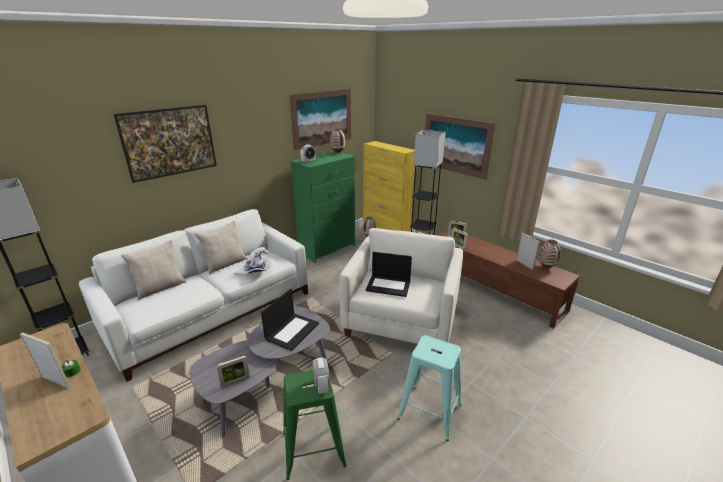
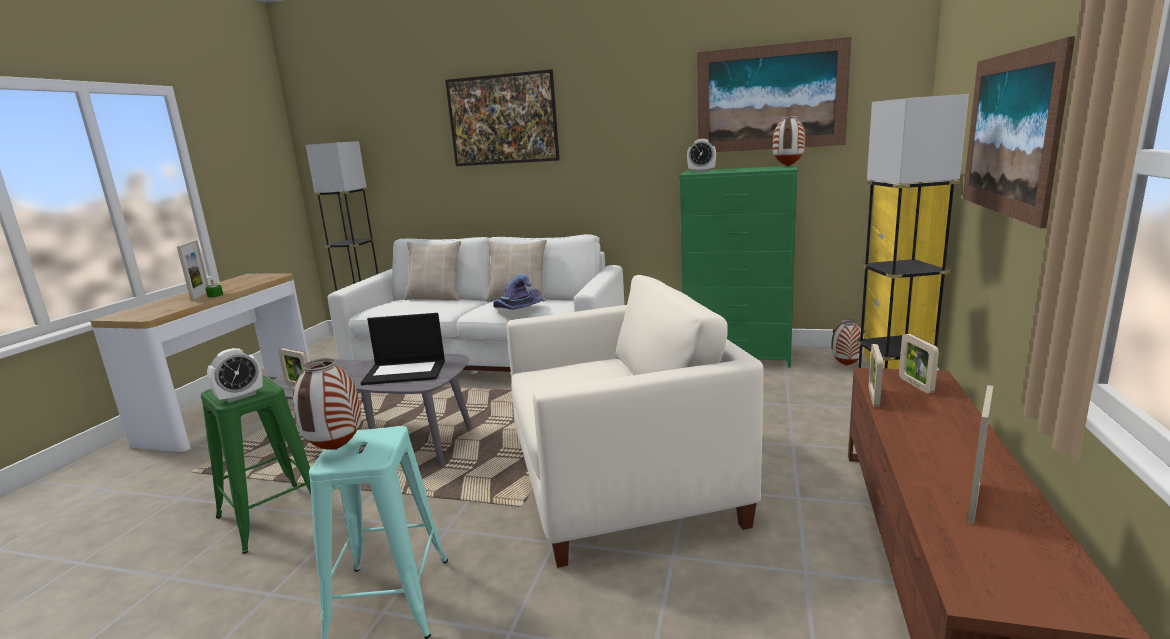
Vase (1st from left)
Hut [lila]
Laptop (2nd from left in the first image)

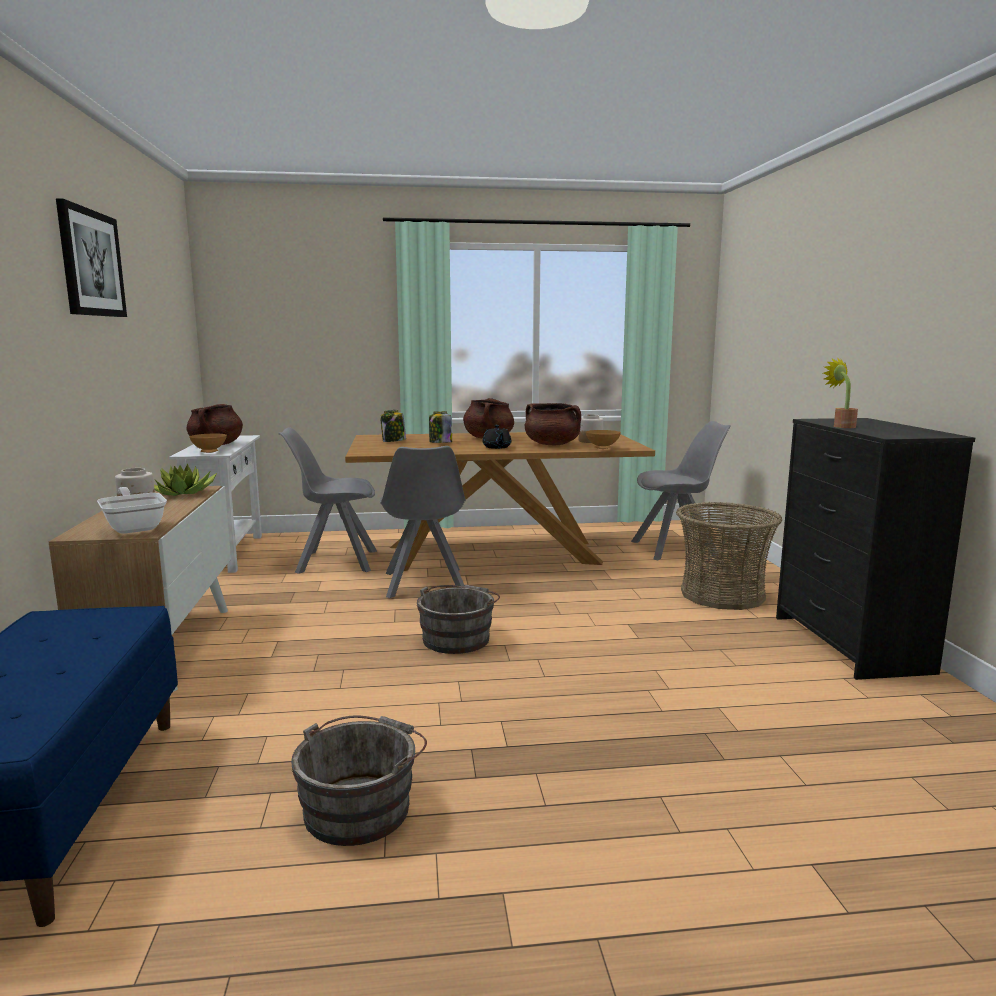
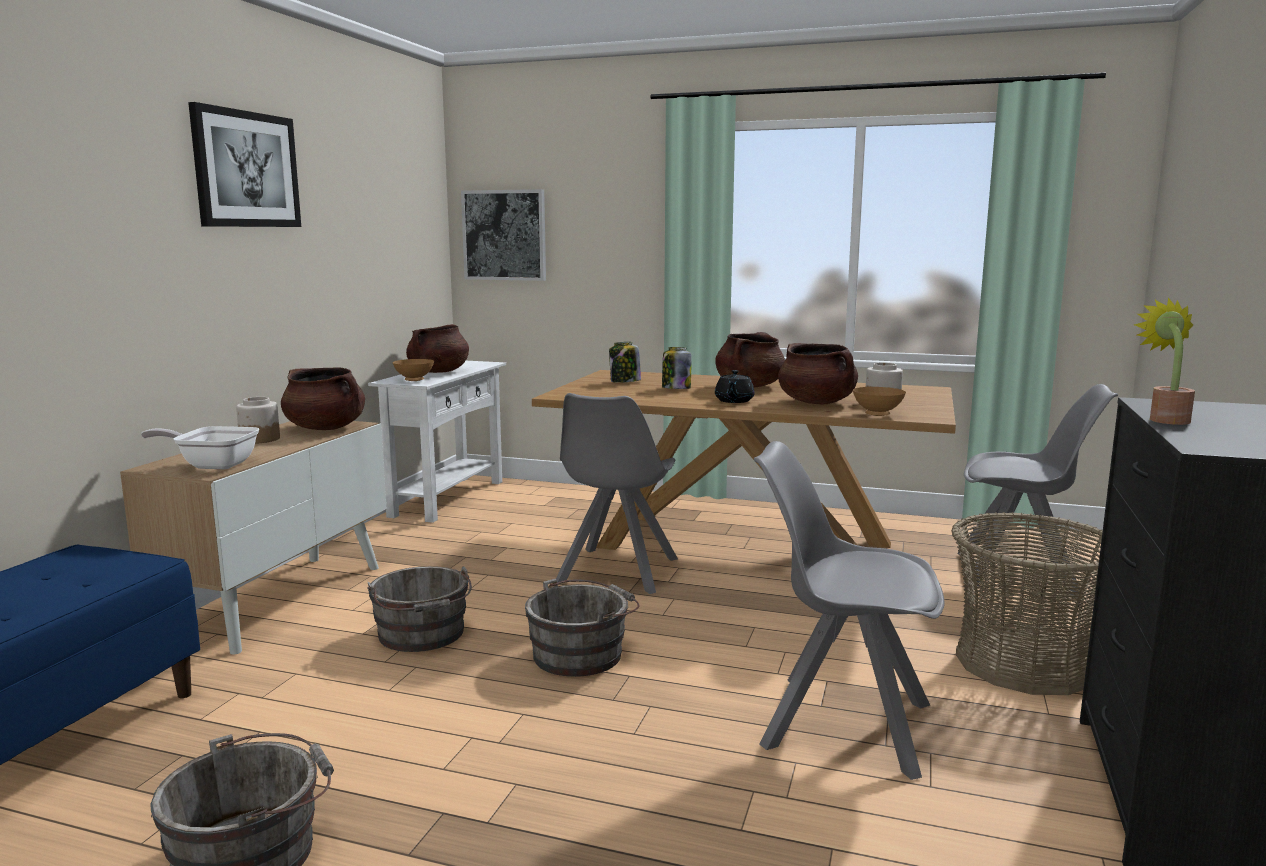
Stuhl [grau] (2nd from left)
Kochtopf [braun] (1st from left)
Pfanne
Bild (2nd from left)
Eimer [grau] (2nd from left)

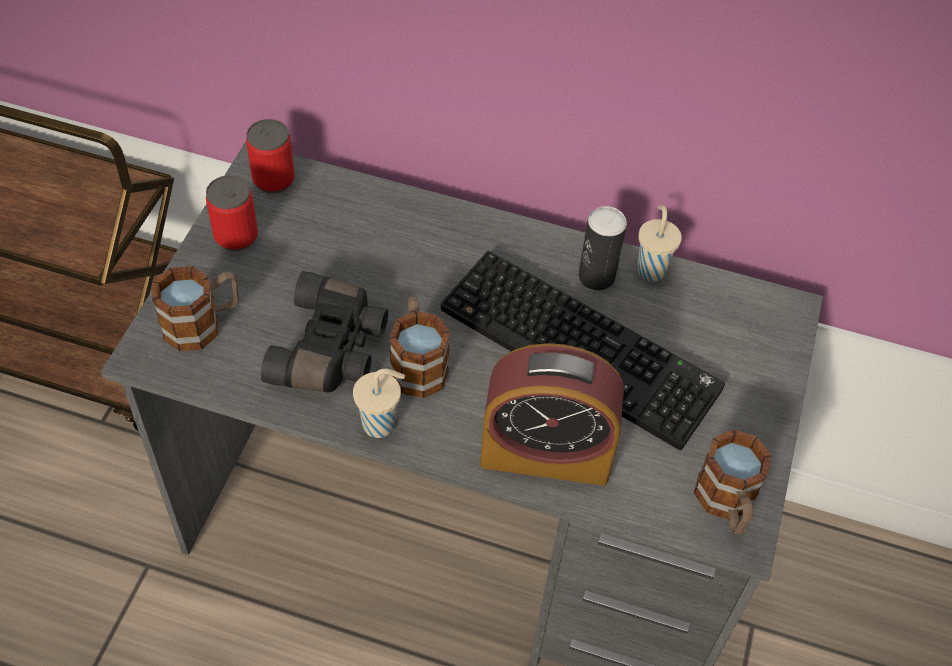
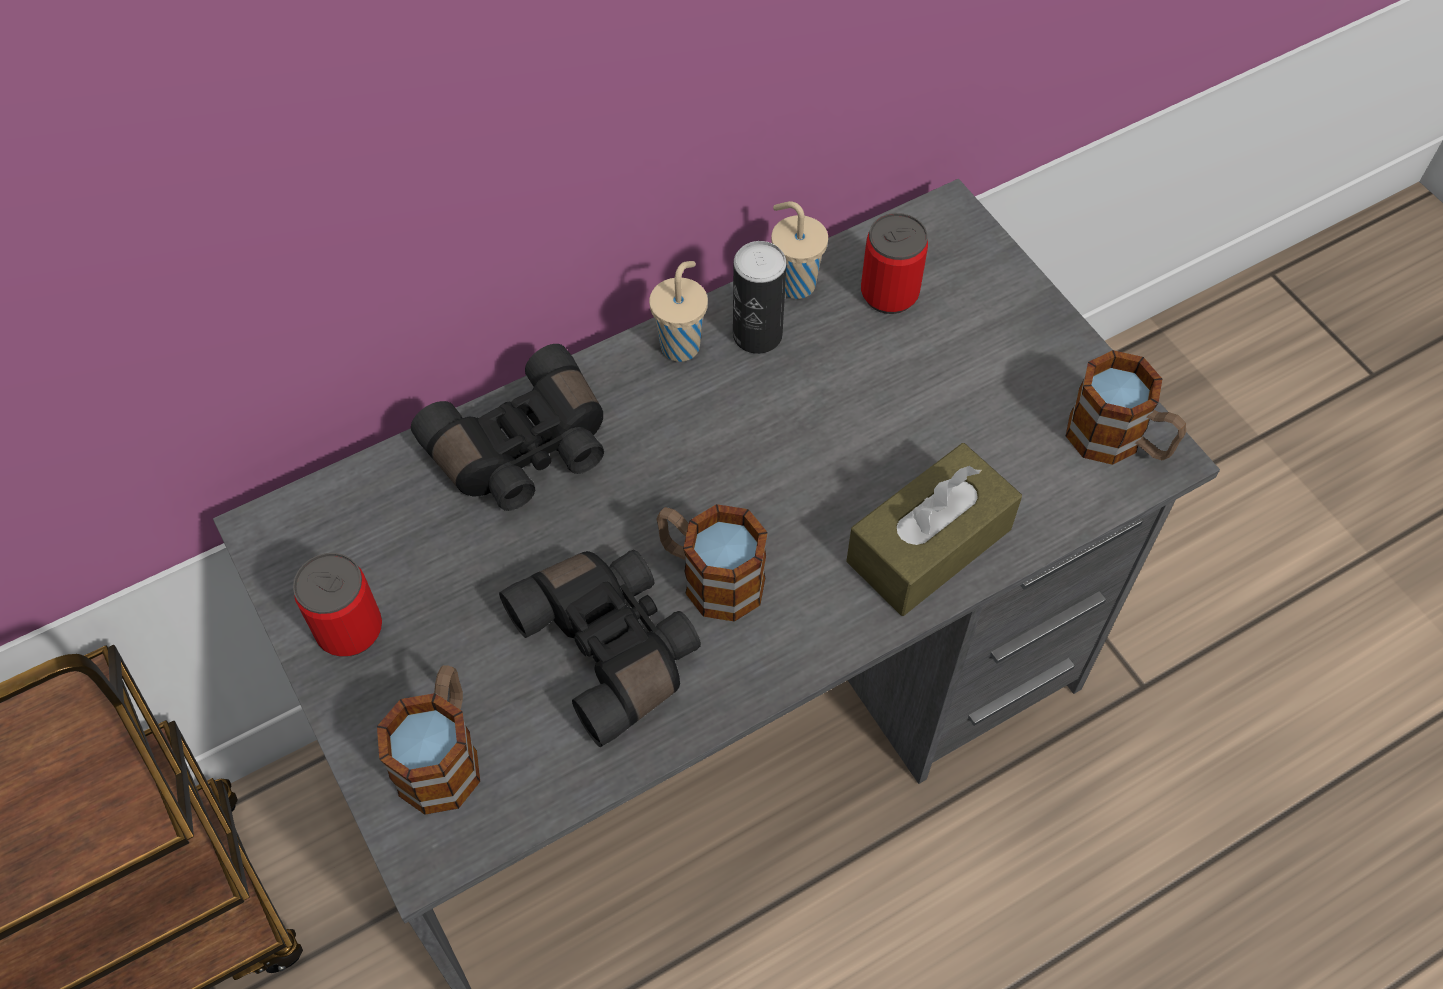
Dose (3rd from left)
Tastatur
Taschentuchbox [braun]
Tasse [beige] (1st from left)
Fernglas [schwarz] (1st from left)

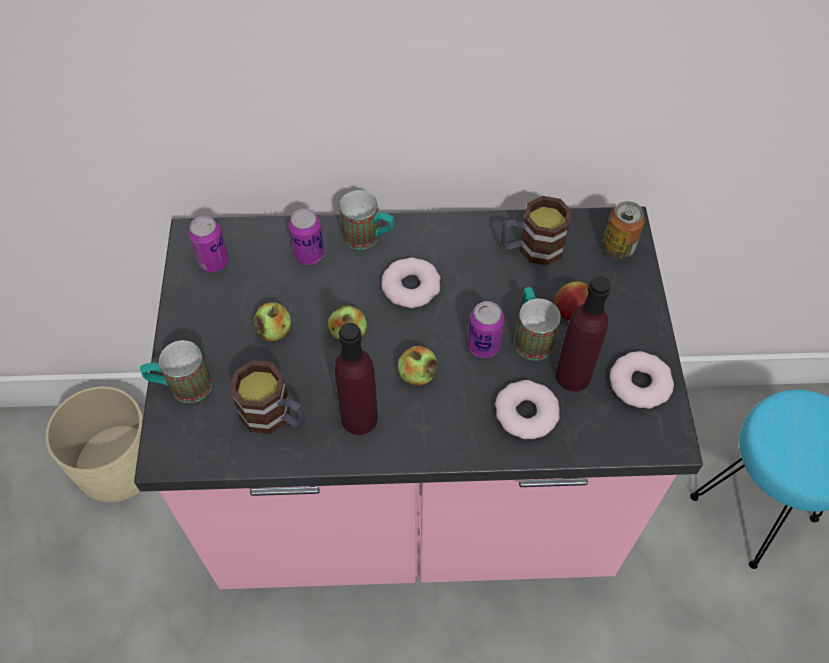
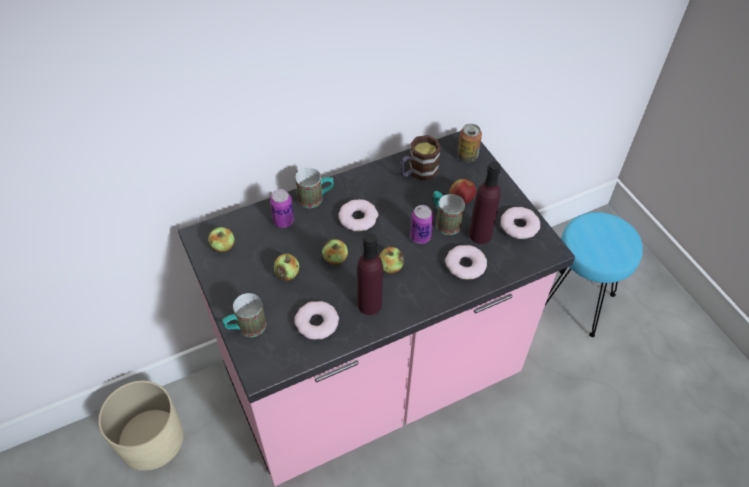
Apfel (1st from left)
Donut (1st from left)

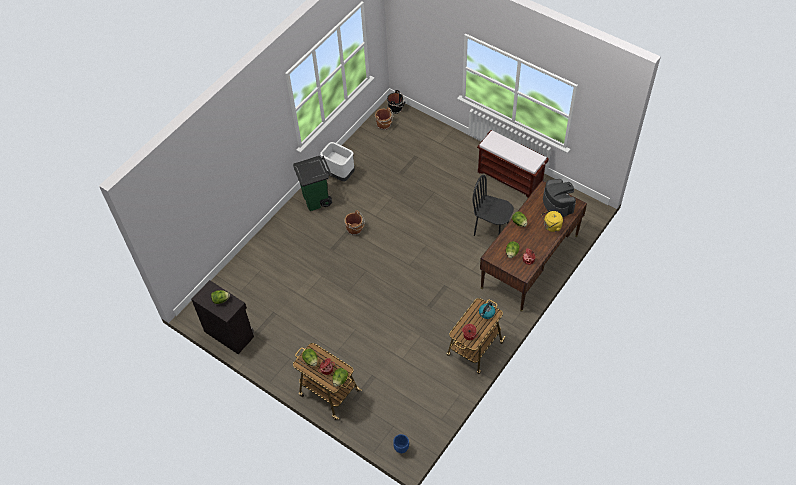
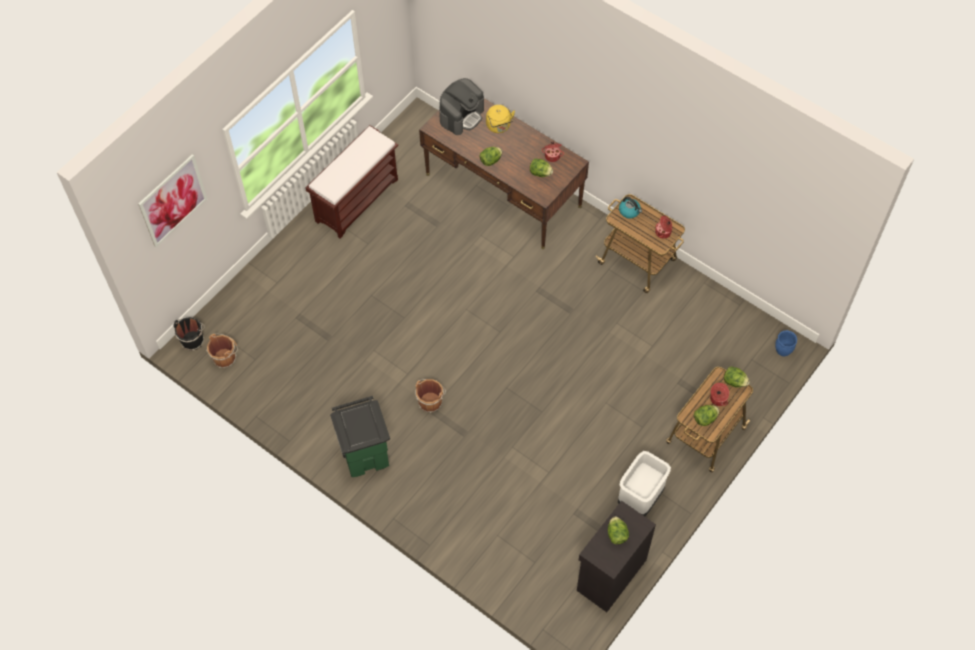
Mülleimer [weiß]
Stuhl [schwarz]
Kaffeemaschine
Bild

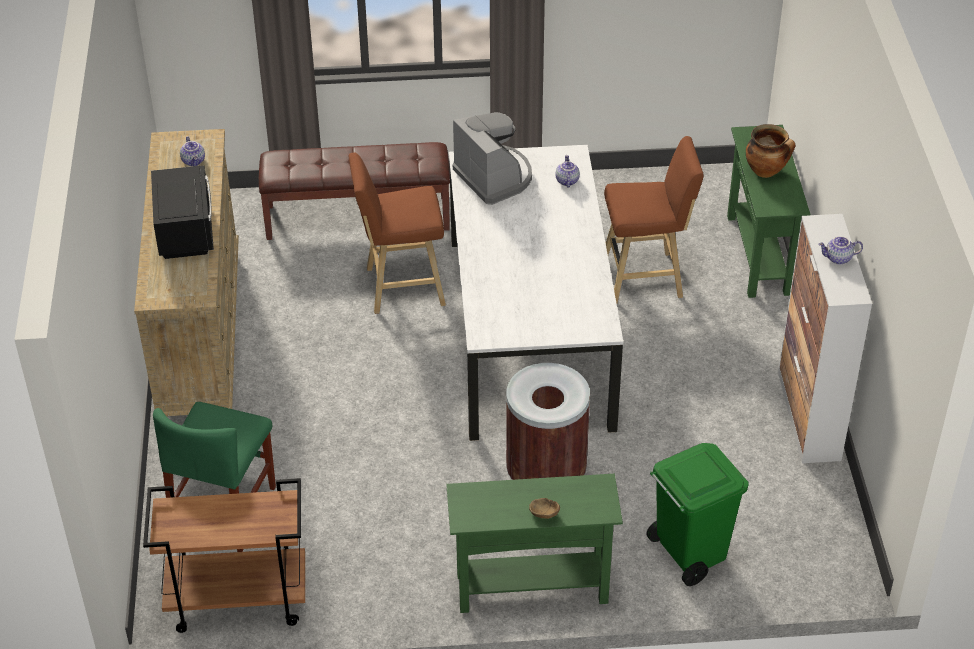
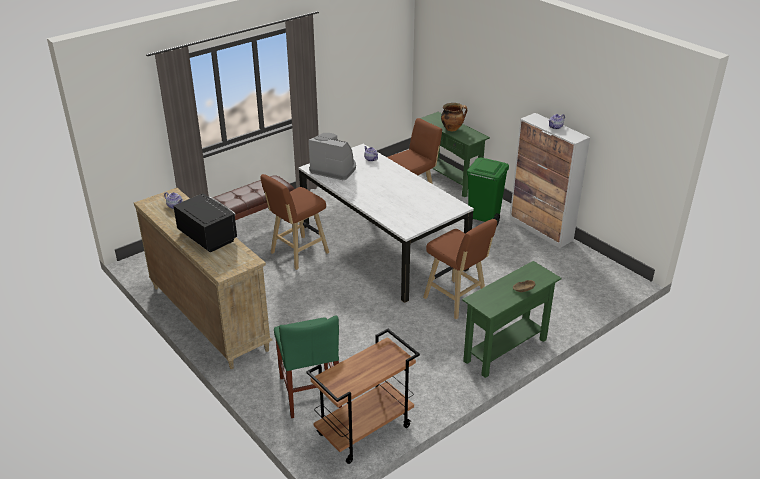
Hocker [braun] (3rd from left)
Mülleimer [grün]

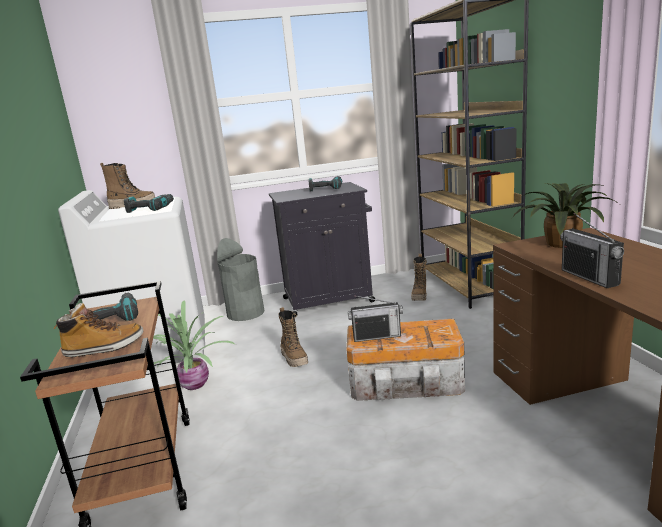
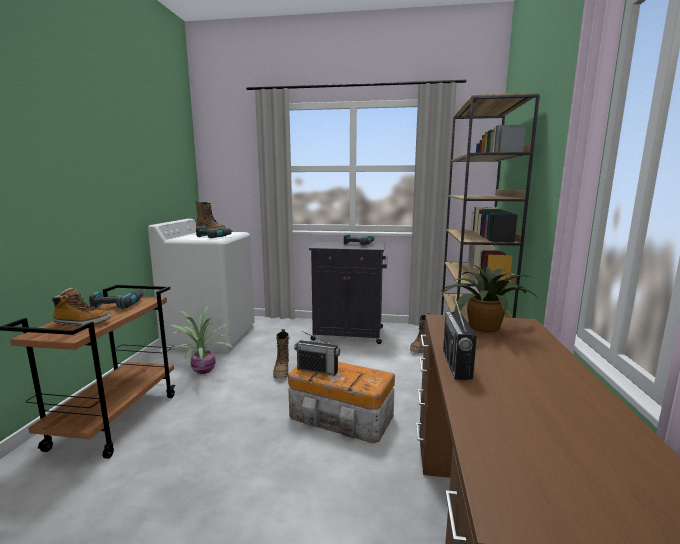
Mülleimer [grau]

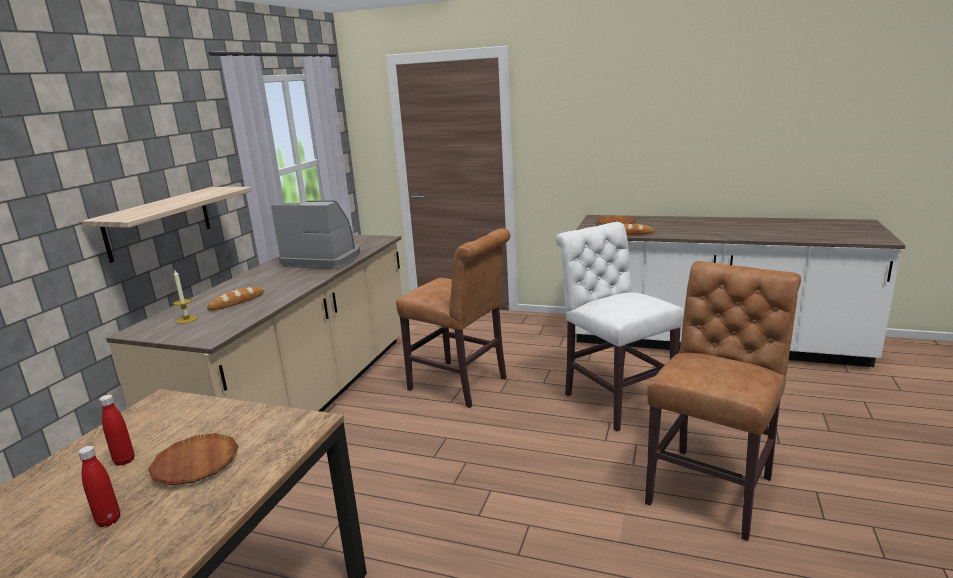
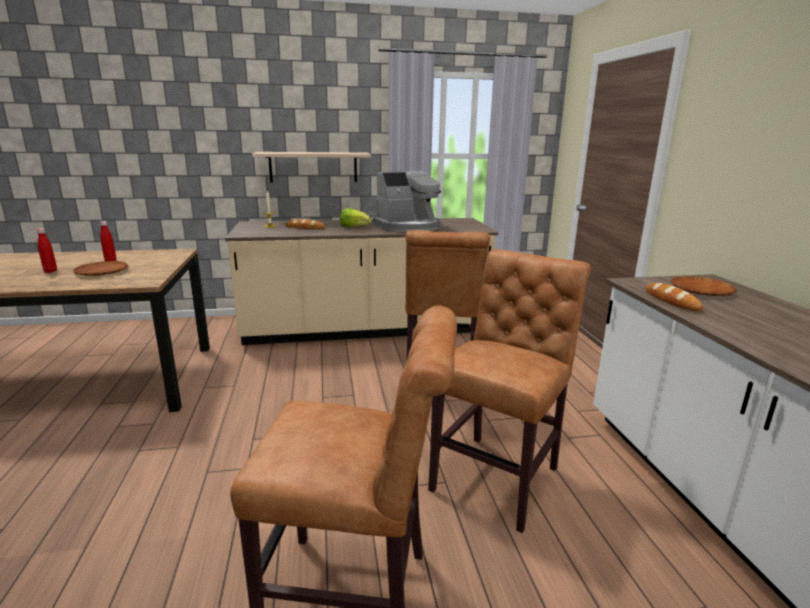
Kaffeemaschine
Stuhl [braun] (3rd from left)
Salatkopf

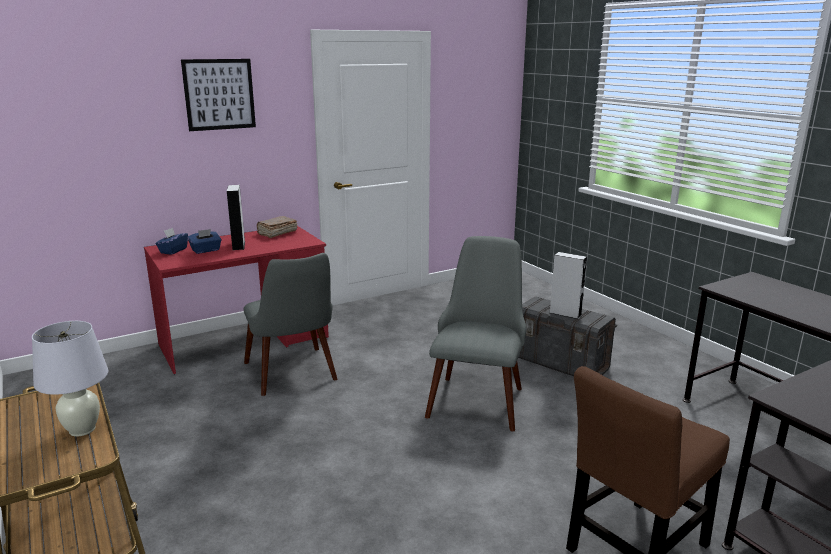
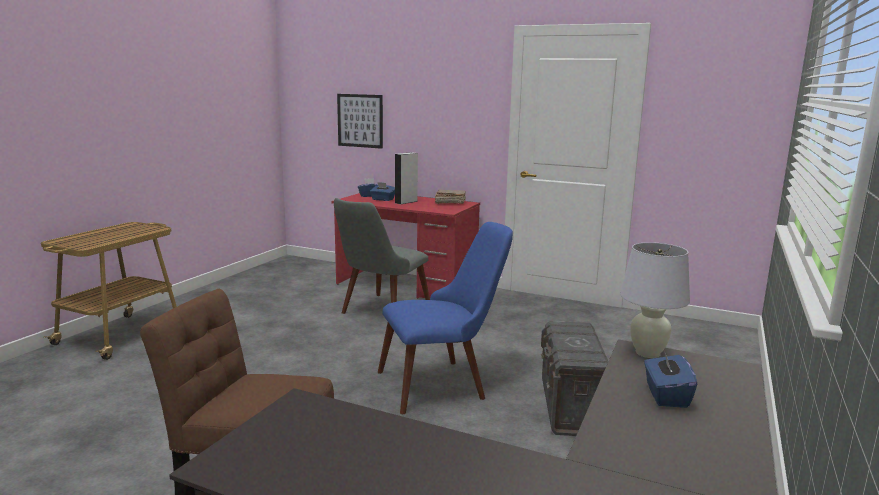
Bild
Stuhl [blau]
Lautsprecher [grau] (2nd from left in the first image)
Tischlampe [weiß]
Taschentuchbox [blau] (3rd from left)

